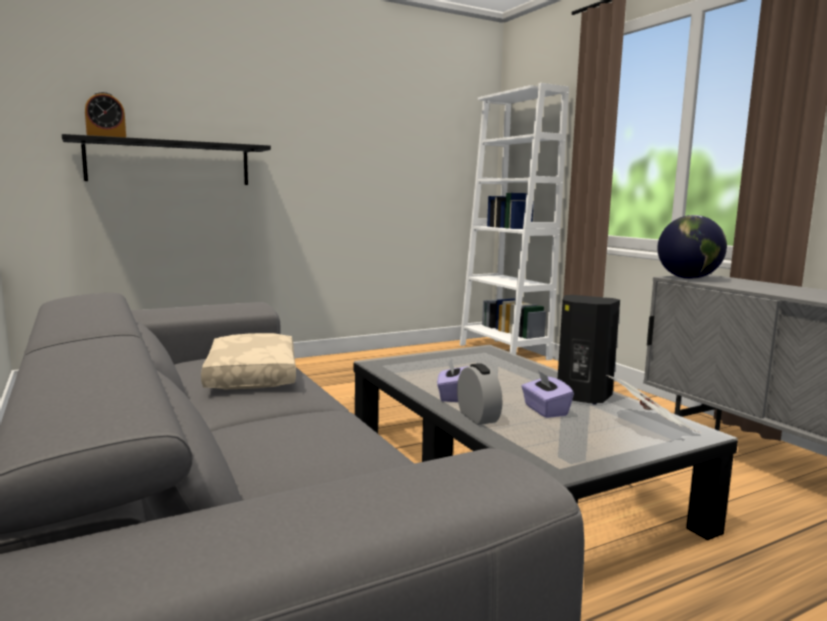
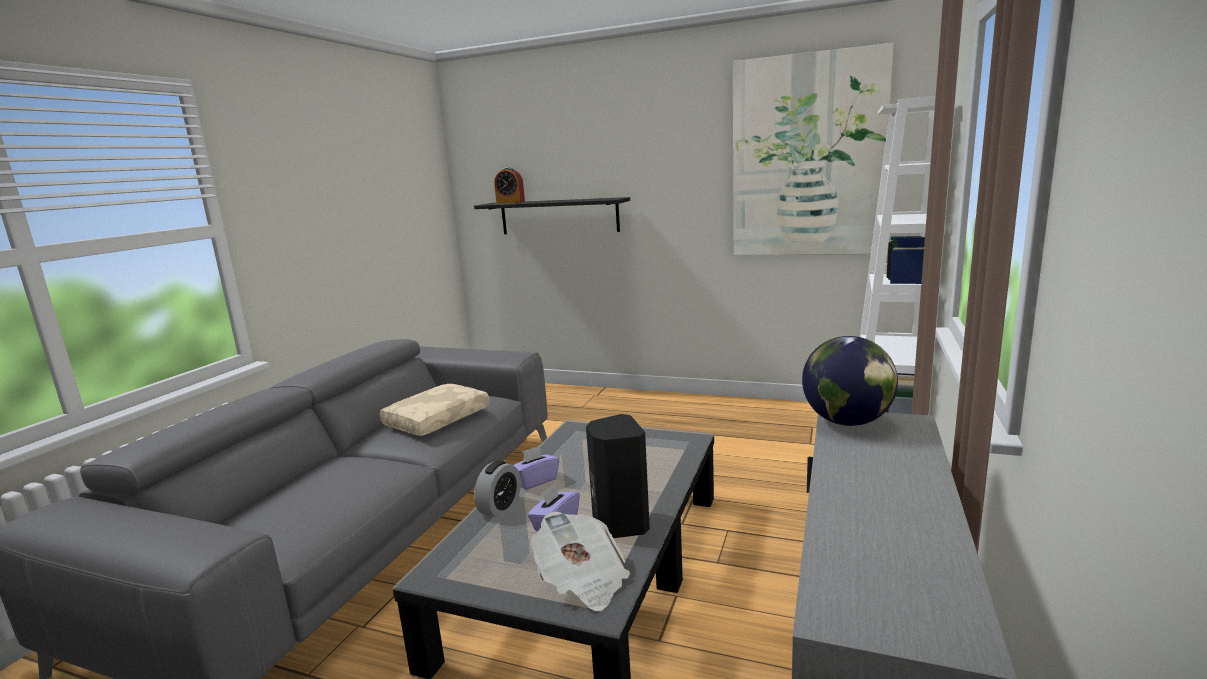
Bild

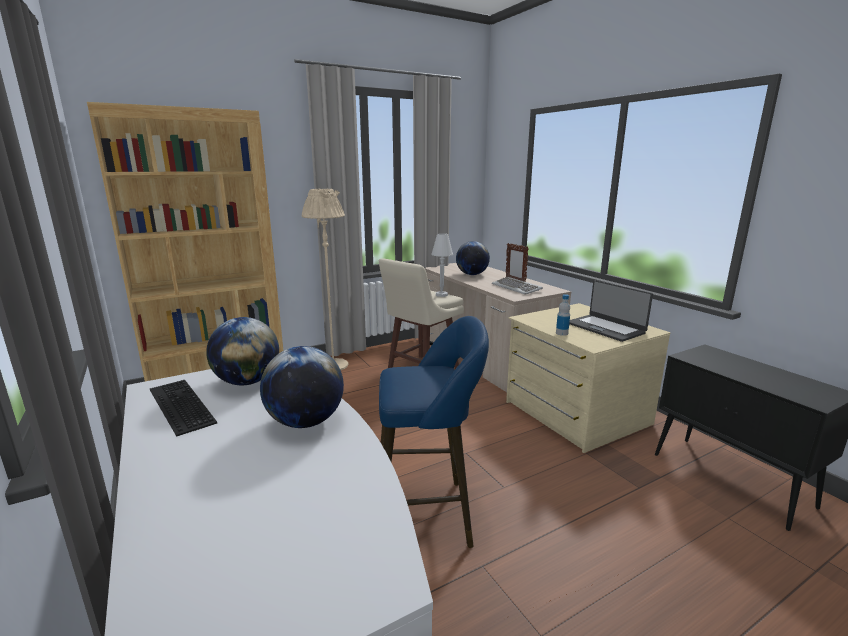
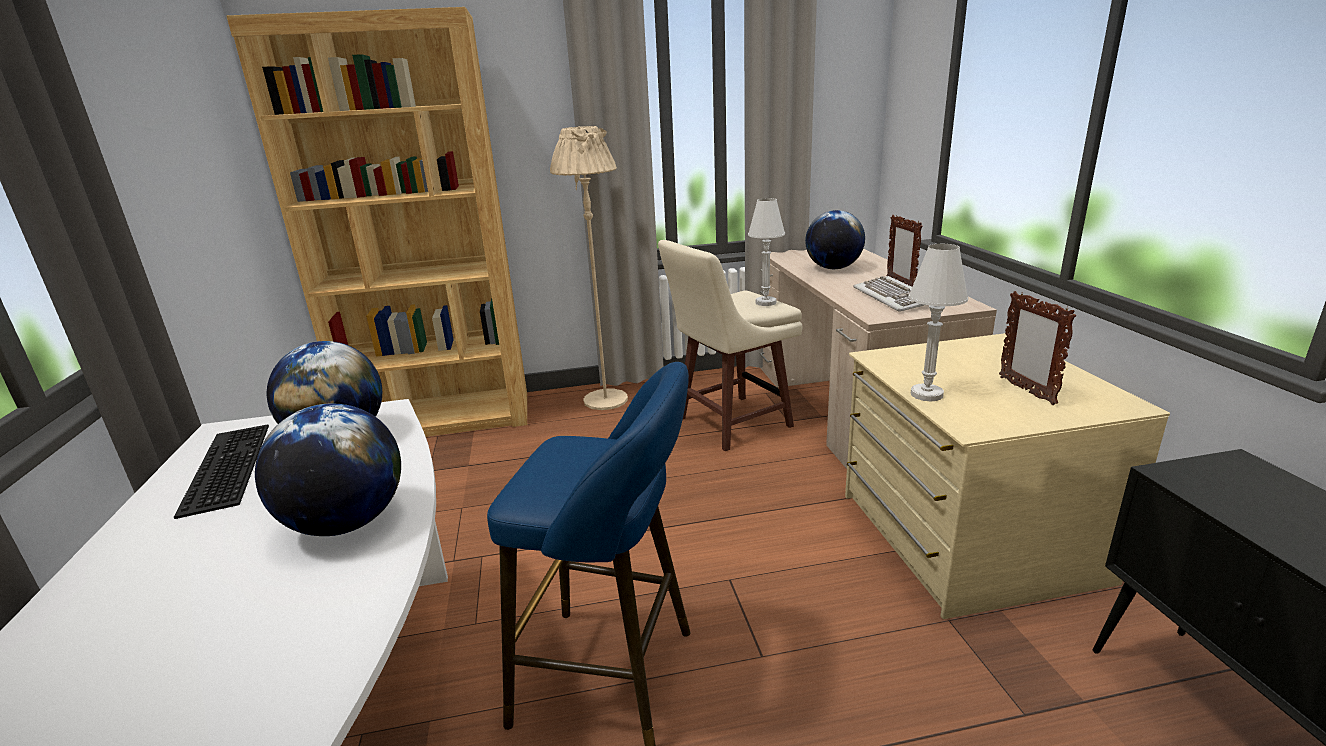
Bilderrahmen (2nd from left)
Tischlampe [weiß] (2nd from left)

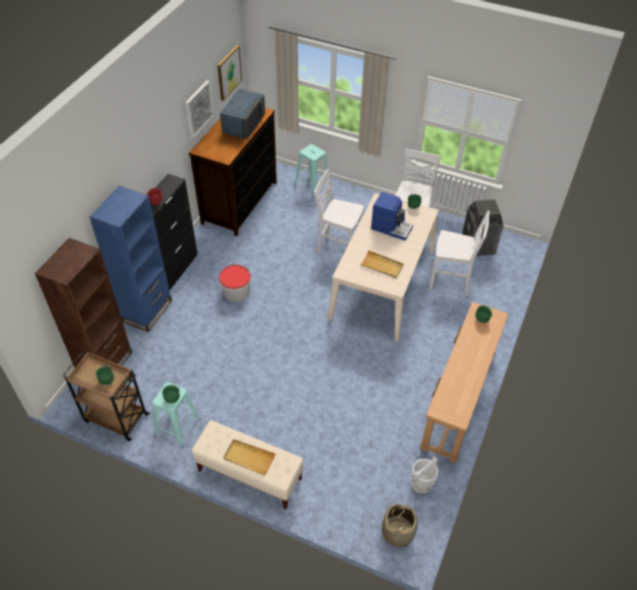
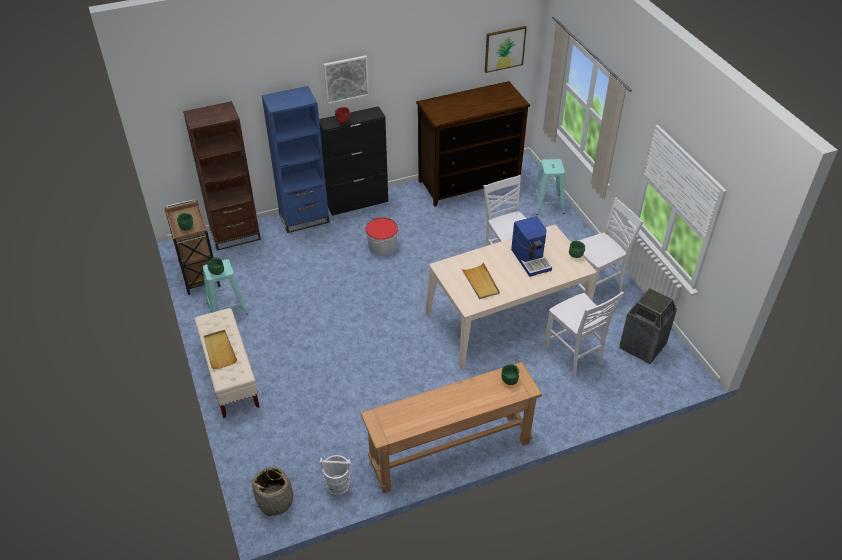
Bild (1st from left)
Mikrowelle [blau]

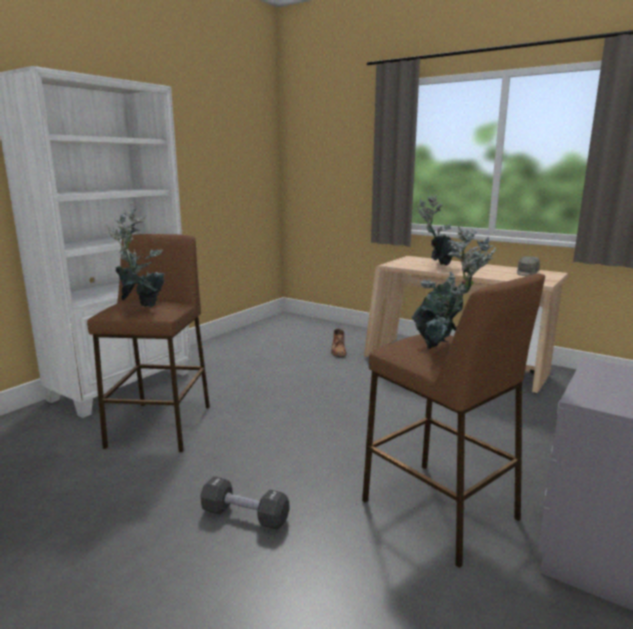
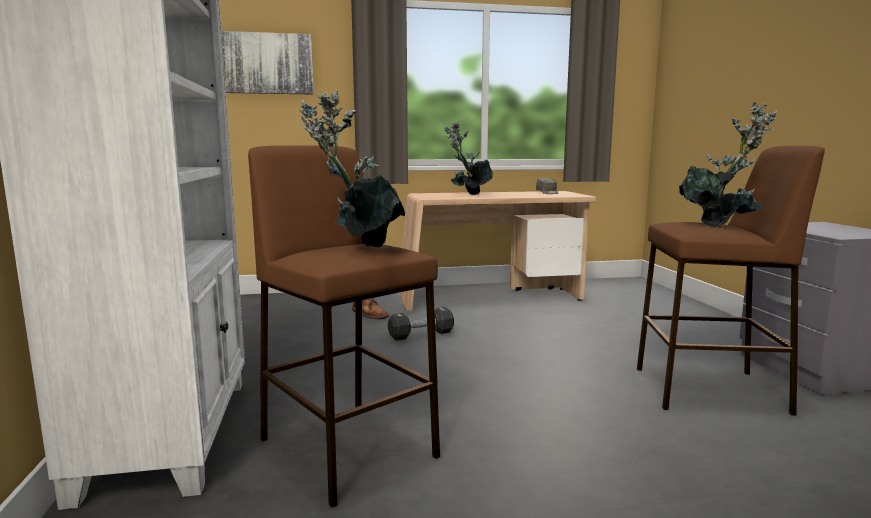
Hantel [schwarz]
Bild

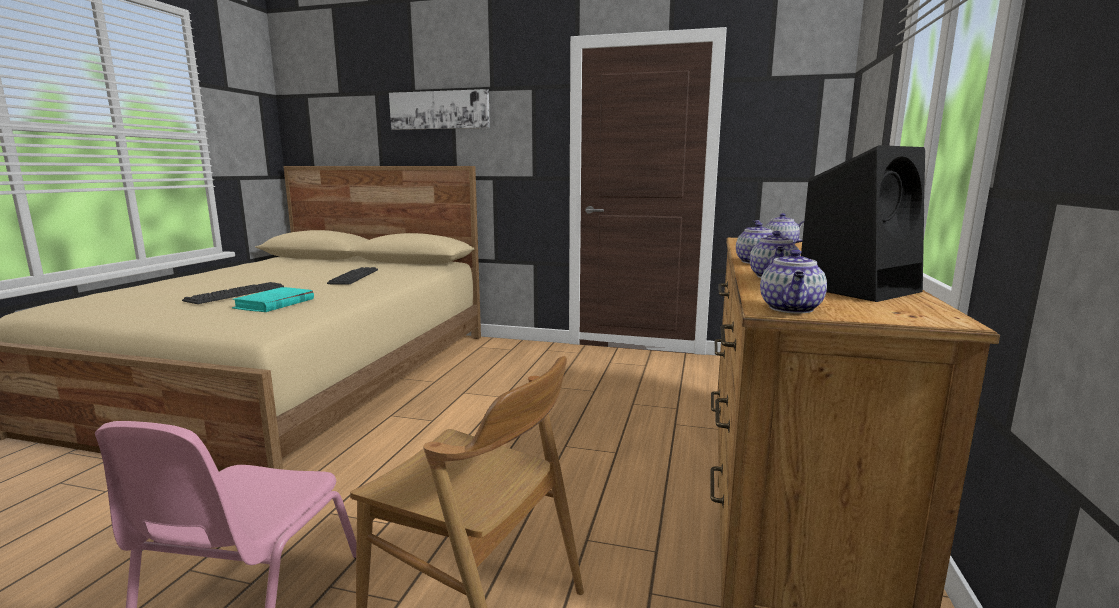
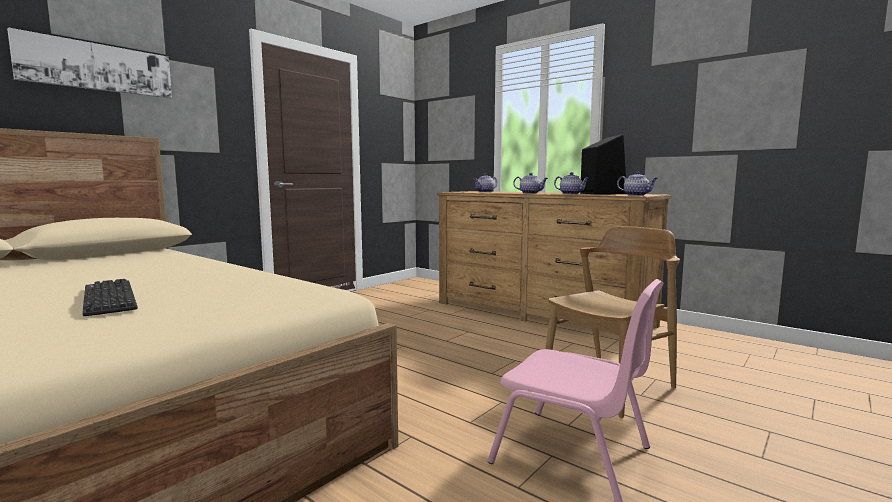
Tastatur (2nd from left in the first image)
Buch [türkis]

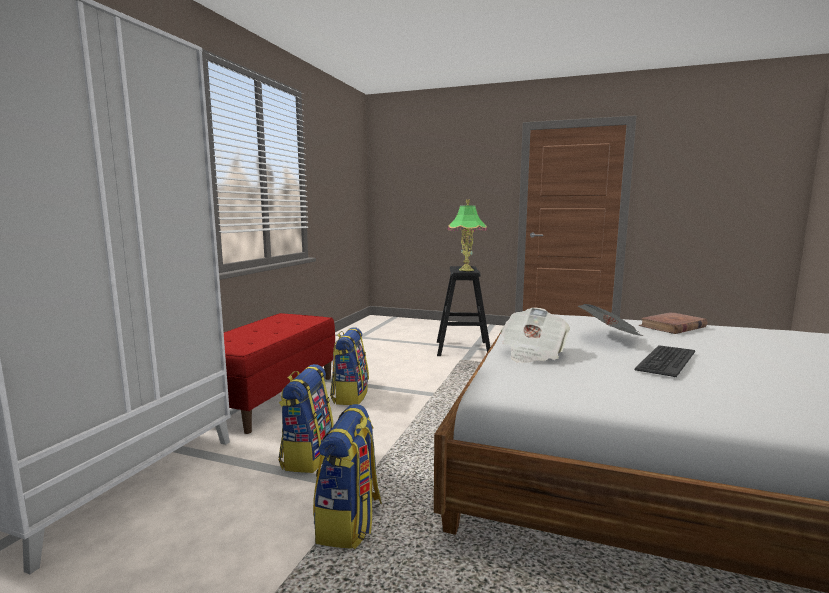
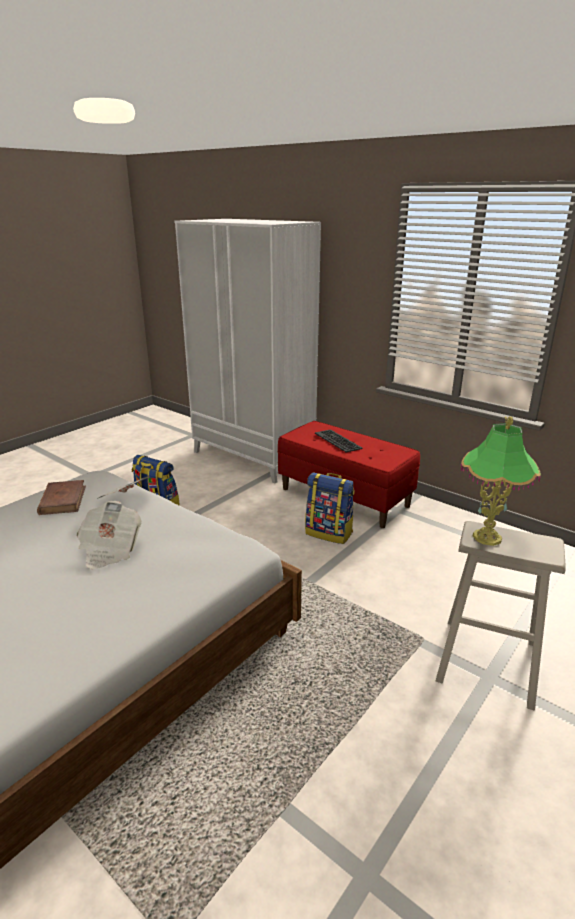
Hocker [beige]
Buch [braun]
Tastatur
Rucksack (1st from left in the first image)

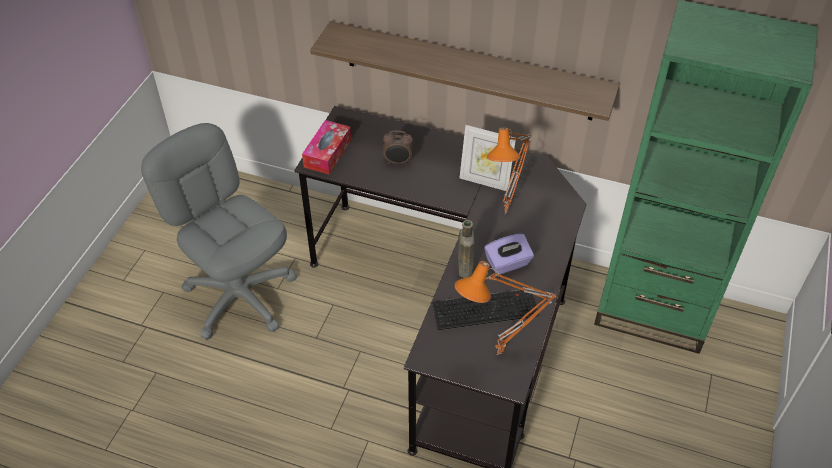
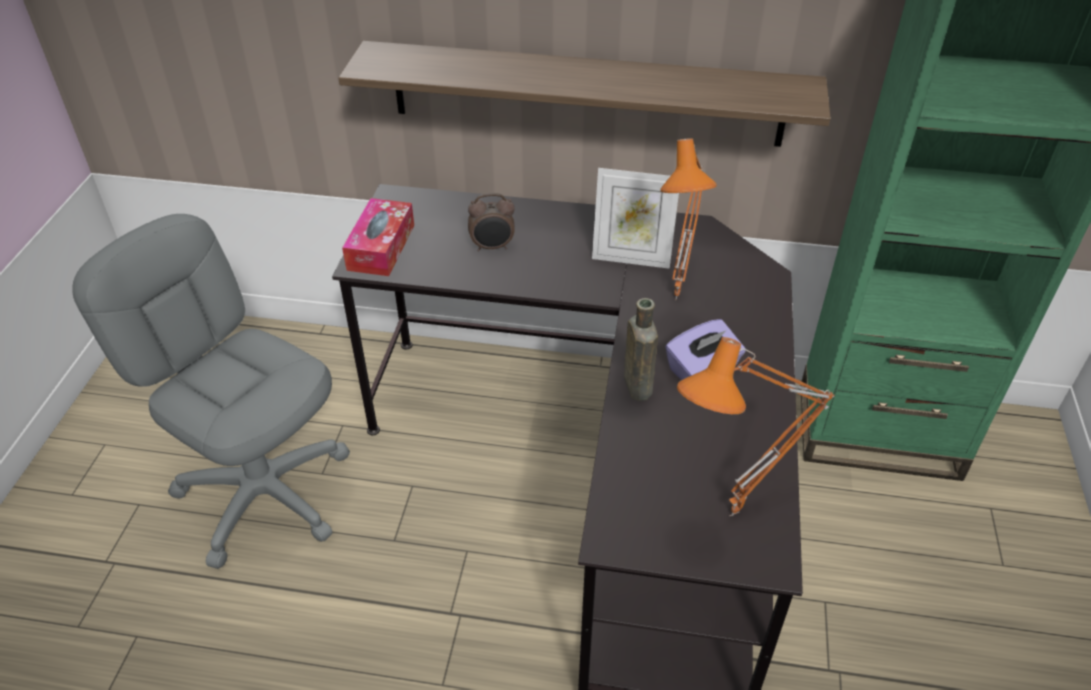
Tastatur

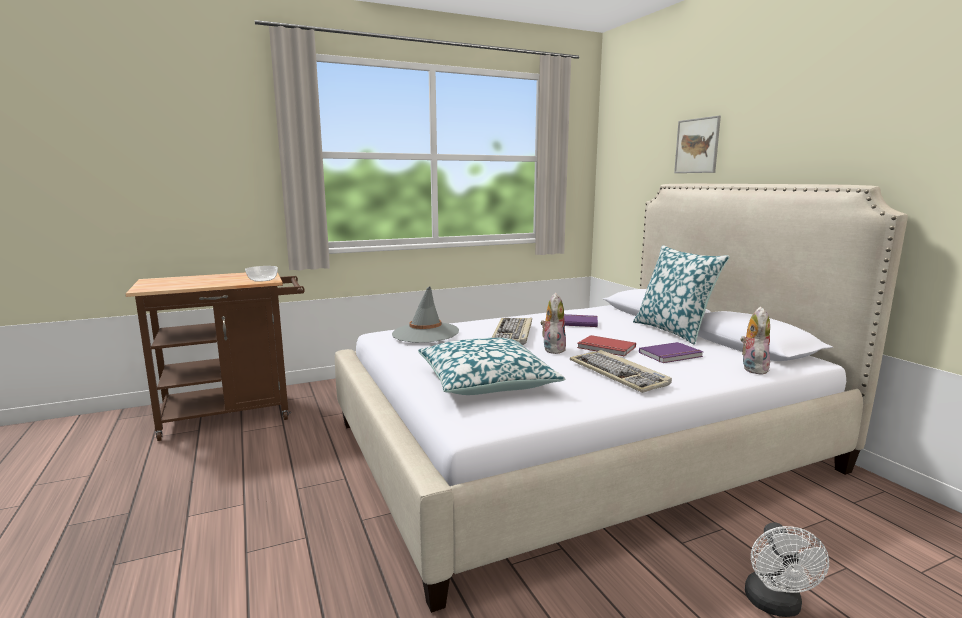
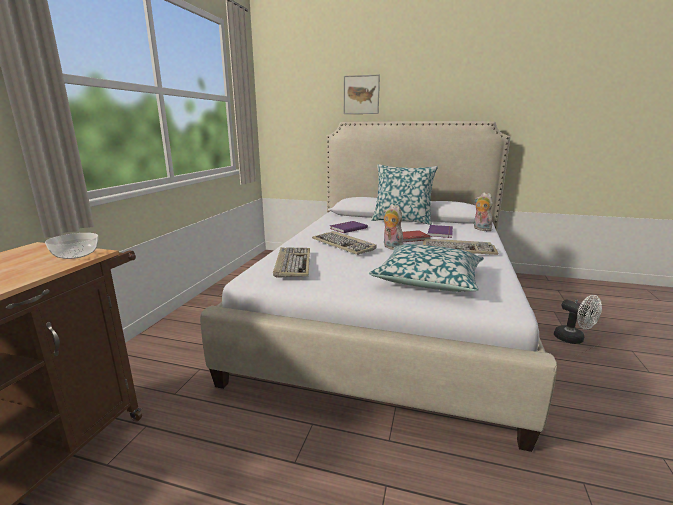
Tastatur (1st from left)

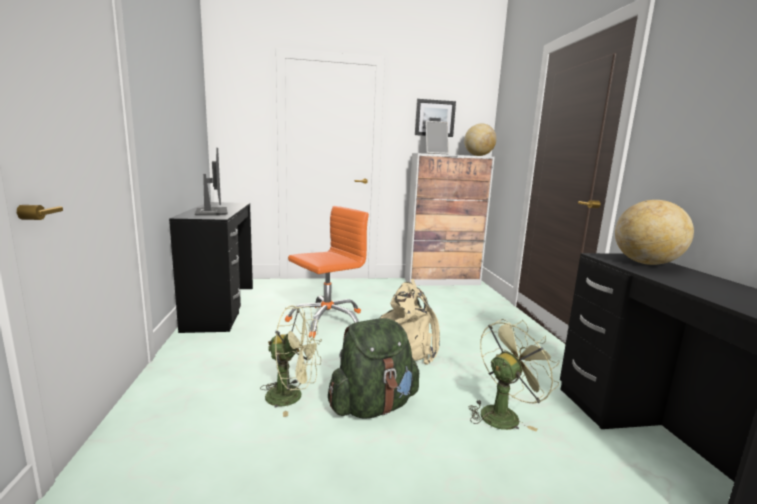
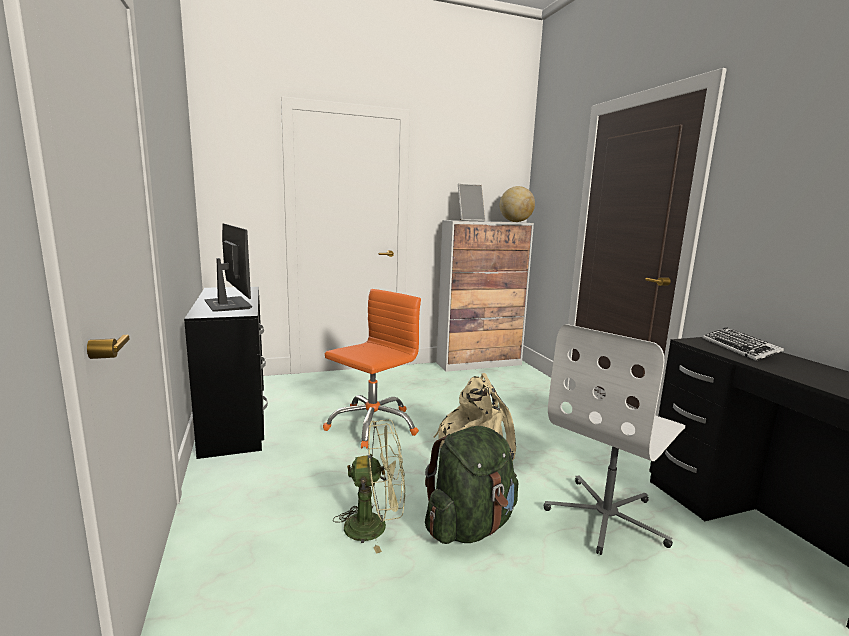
Bild
Tastatur
Bürostuhl [weiß]

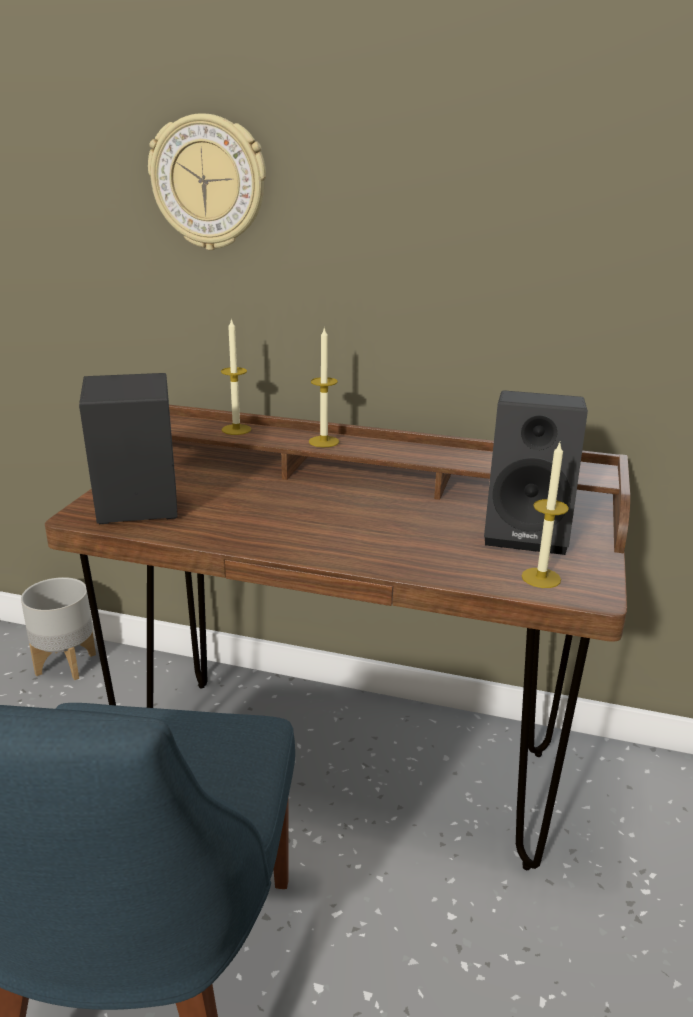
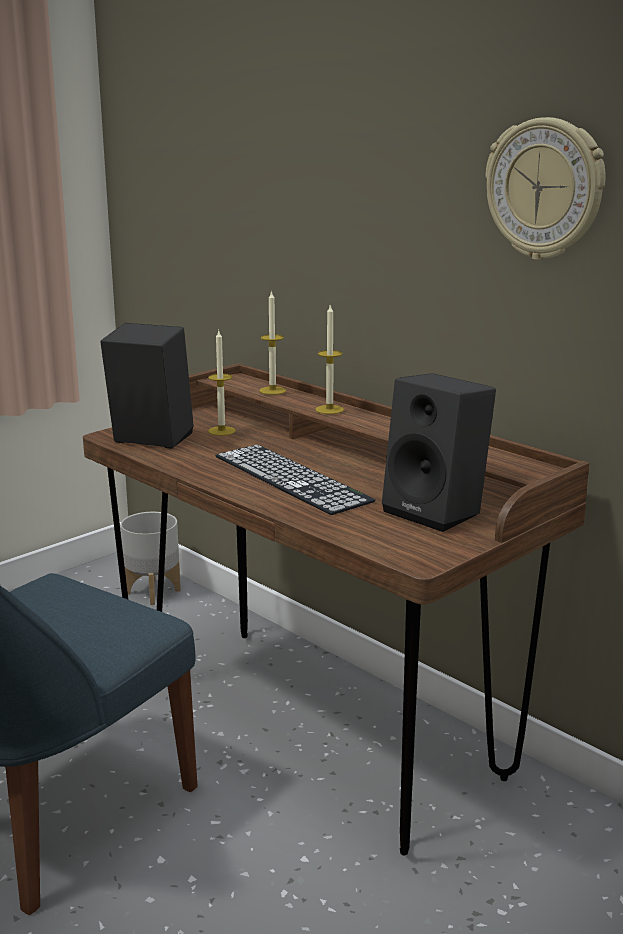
Wanduhr
Kerze (1st from left)
Tastatur

